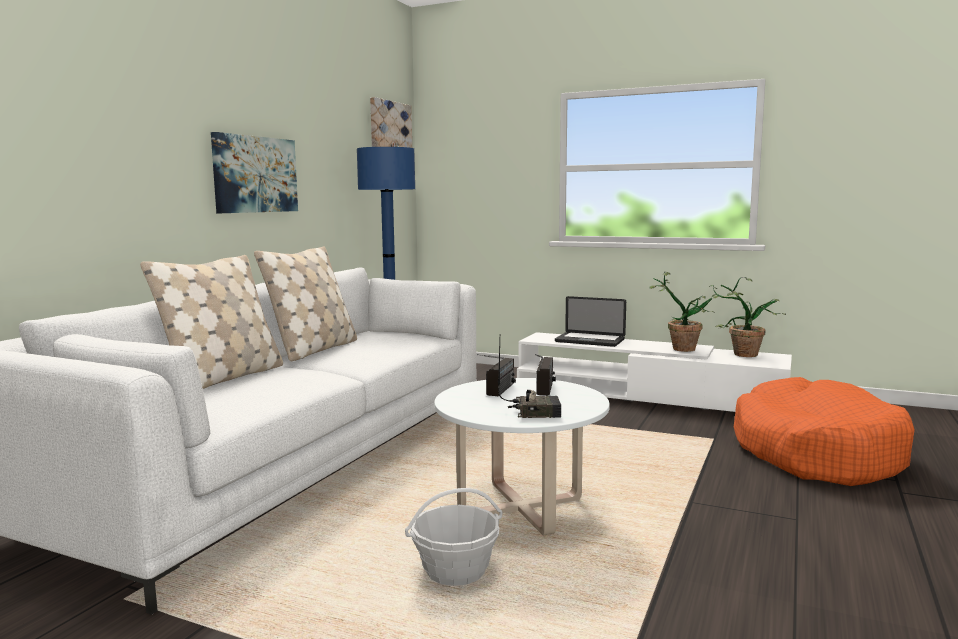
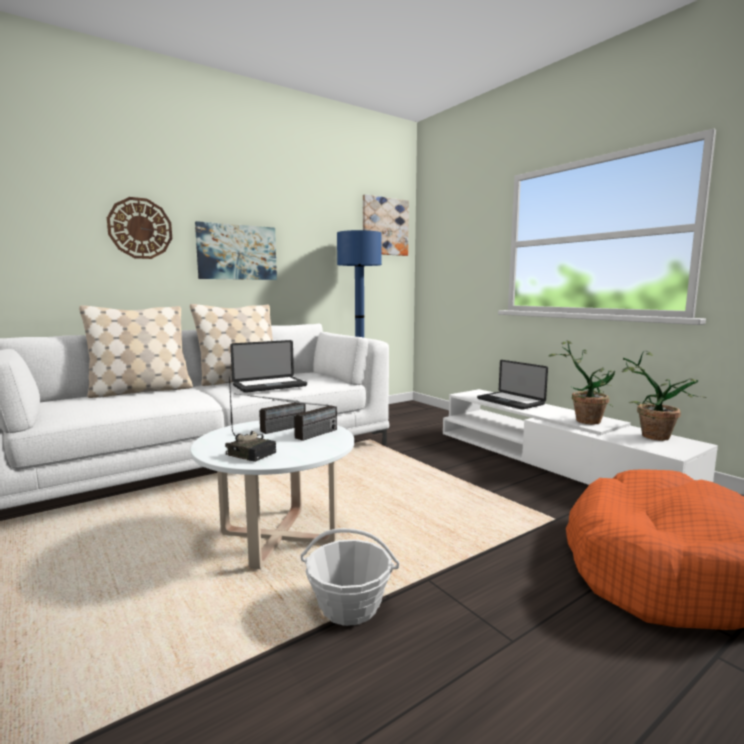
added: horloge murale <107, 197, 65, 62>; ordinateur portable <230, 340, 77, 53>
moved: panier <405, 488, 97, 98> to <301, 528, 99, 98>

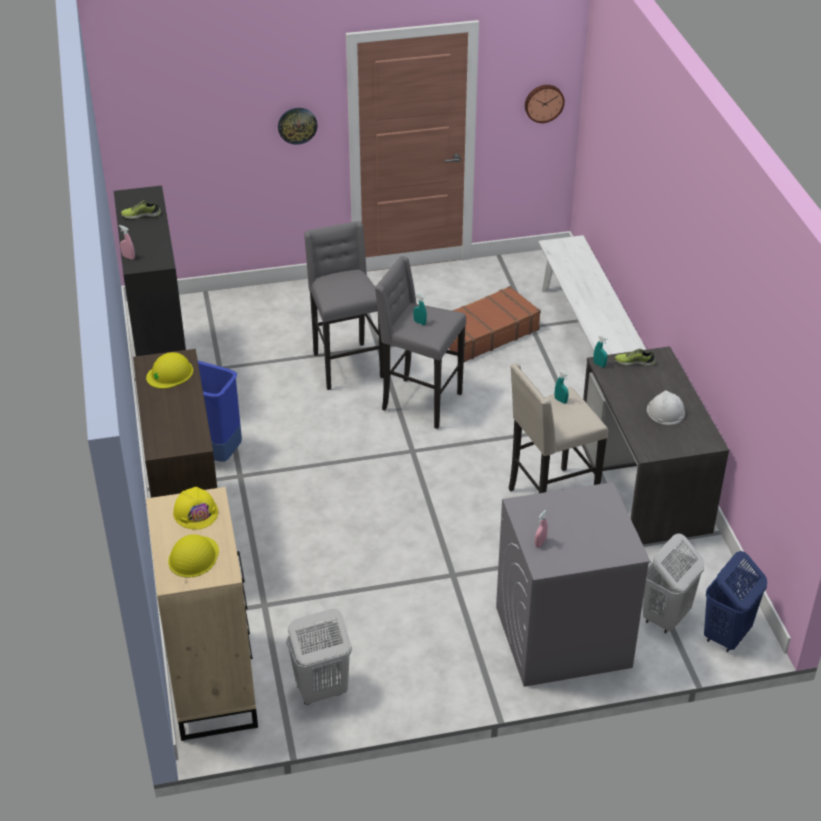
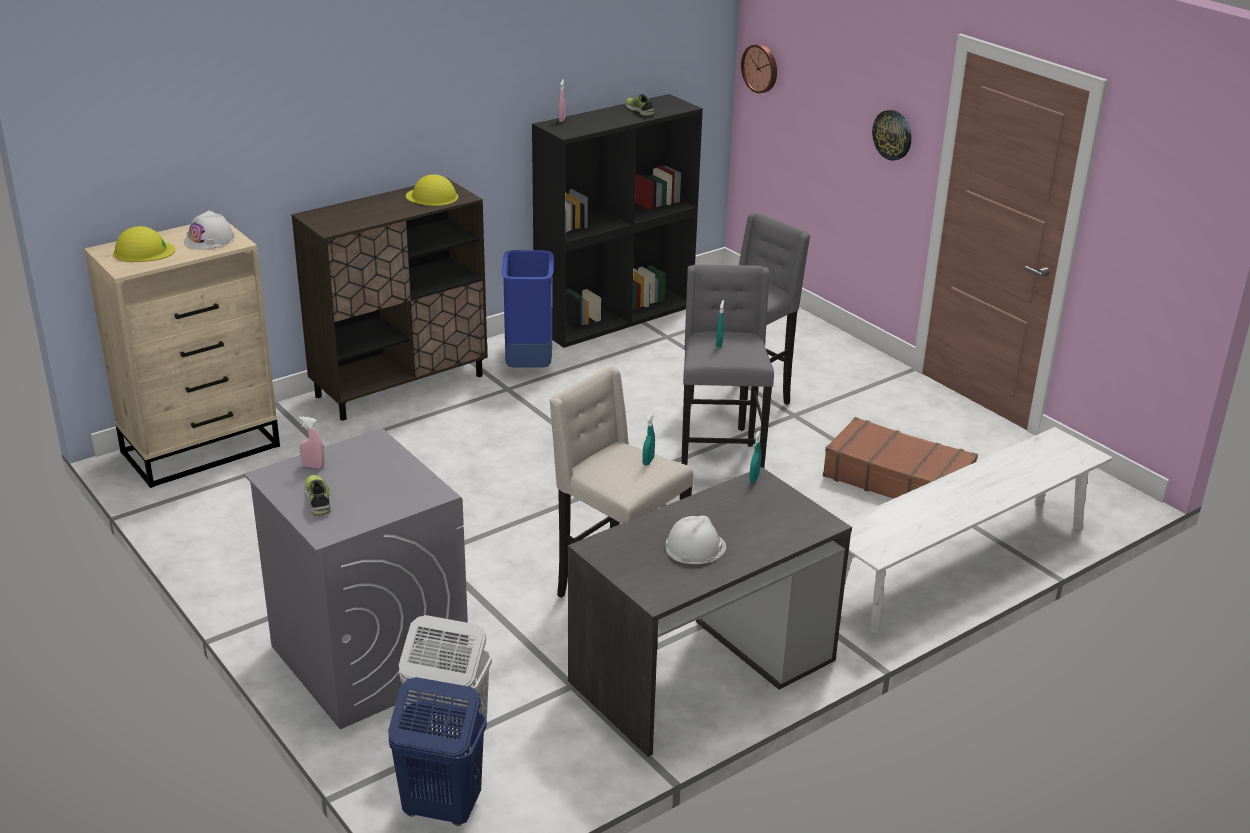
removed: panier à linge (blanc) <286, 609, 66, 96>
moved: horloge murale <525, 85, 40, 38> to <741, 44, 36, 49>; chaussure <615, 349, 40, 17> to <305, 475, 26, 41>
recoloured: casque de chantier (jaune) <173, 487, 45, 43> to casque de chantier (blanc) <184, 210, 51, 40>

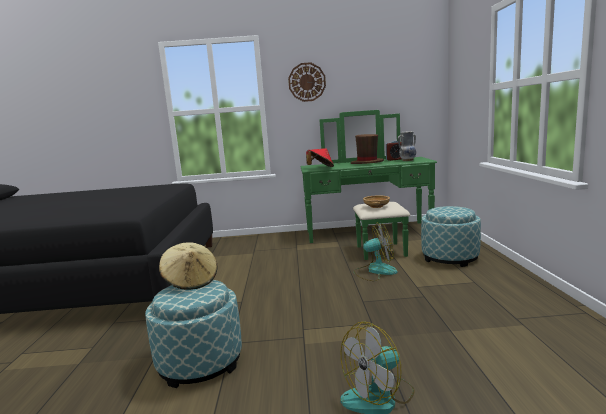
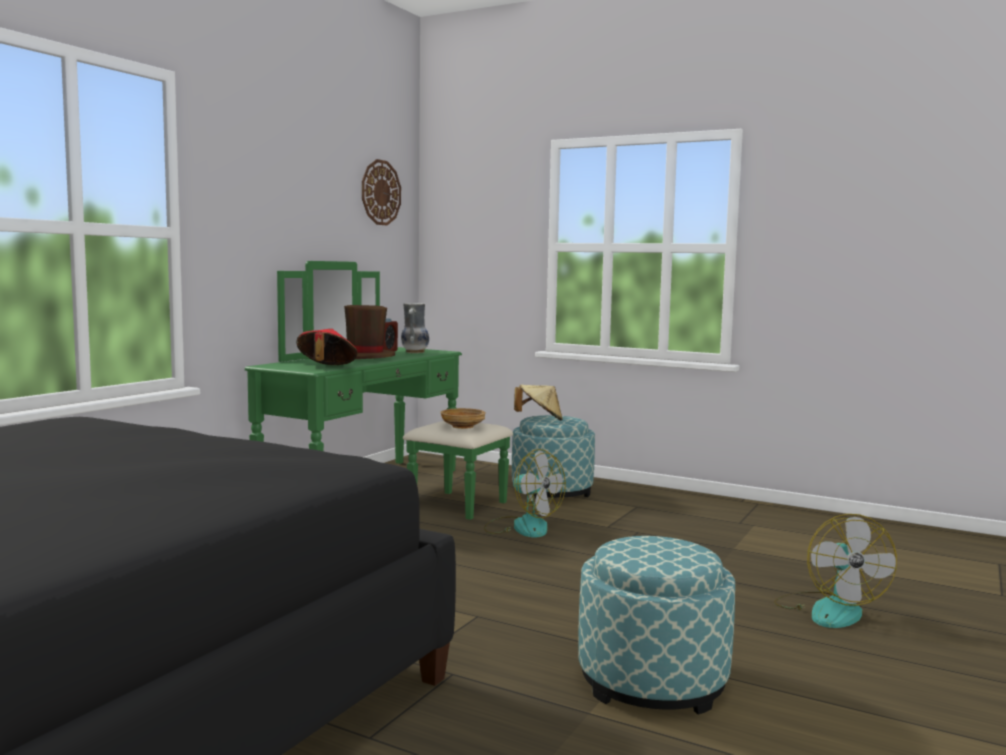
moved: chapeau (beige) <159, 242, 59, 48> to <514, 385, 49, 35>; horloge murale <288, 62, 38, 40> to <362, 159, 39, 66>
turned: ventilateur <354, 223, 44, 58> = <484, 449, 82, 89> 105 degrees clockwise

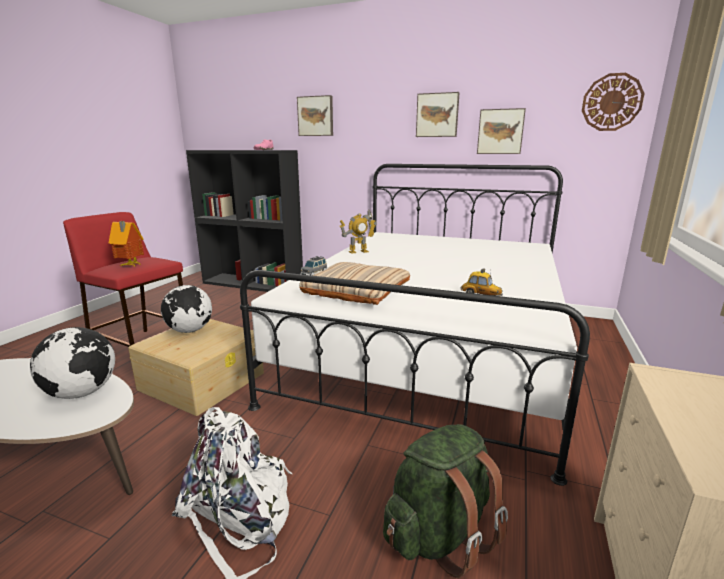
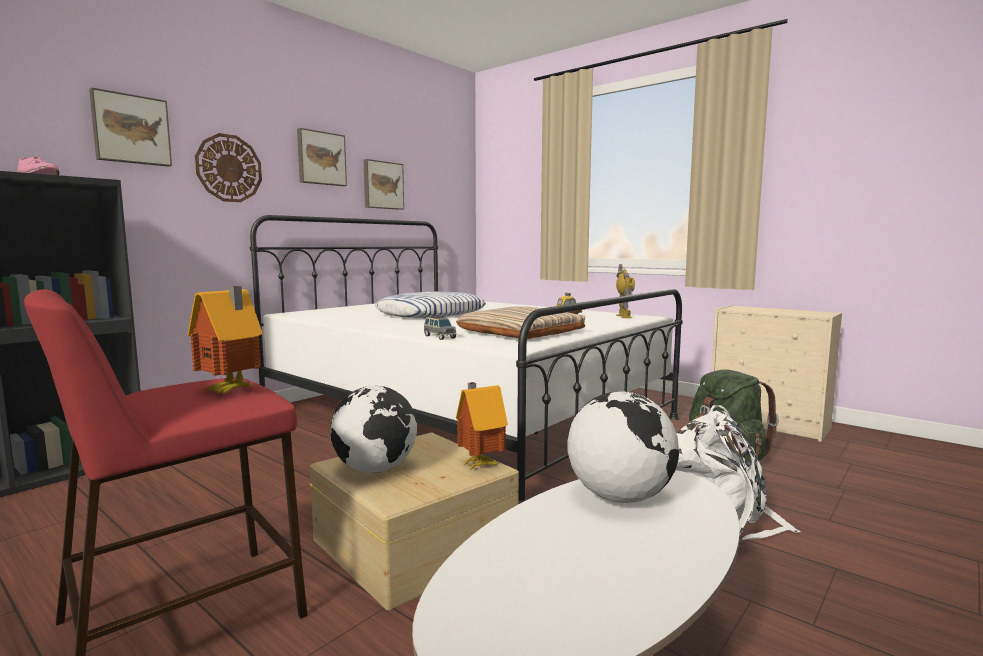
added: coussin <375, 292, 111, 26>; maison miniature <456, 382, 52, 87>
moved: robot jouet <340, 210, 37, 44> to <616, 264, 19, 54>; horloge murale <582, 73, 63, 58> to <195, 133, 67, 69>

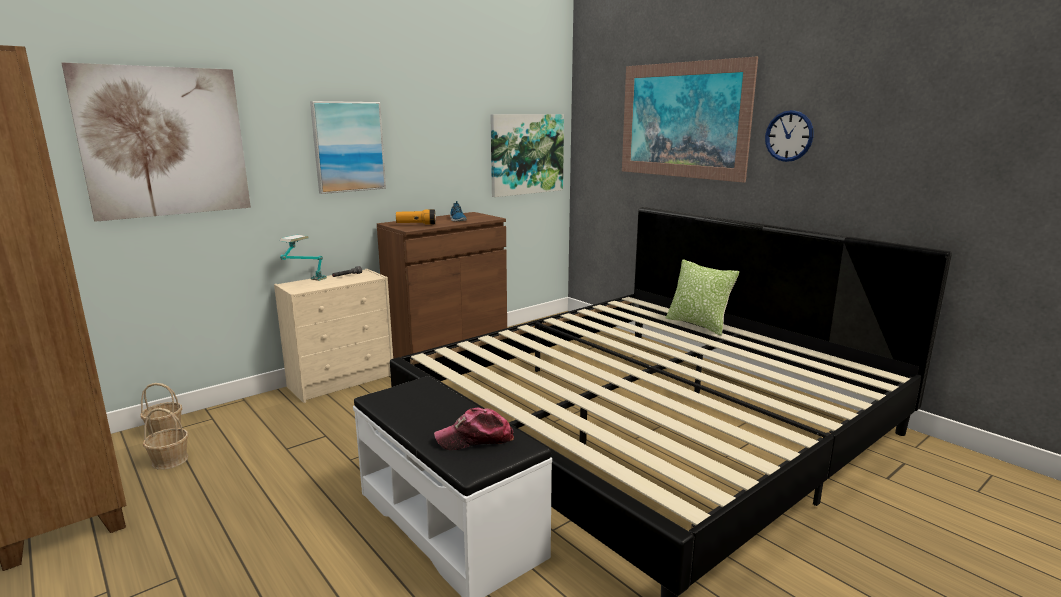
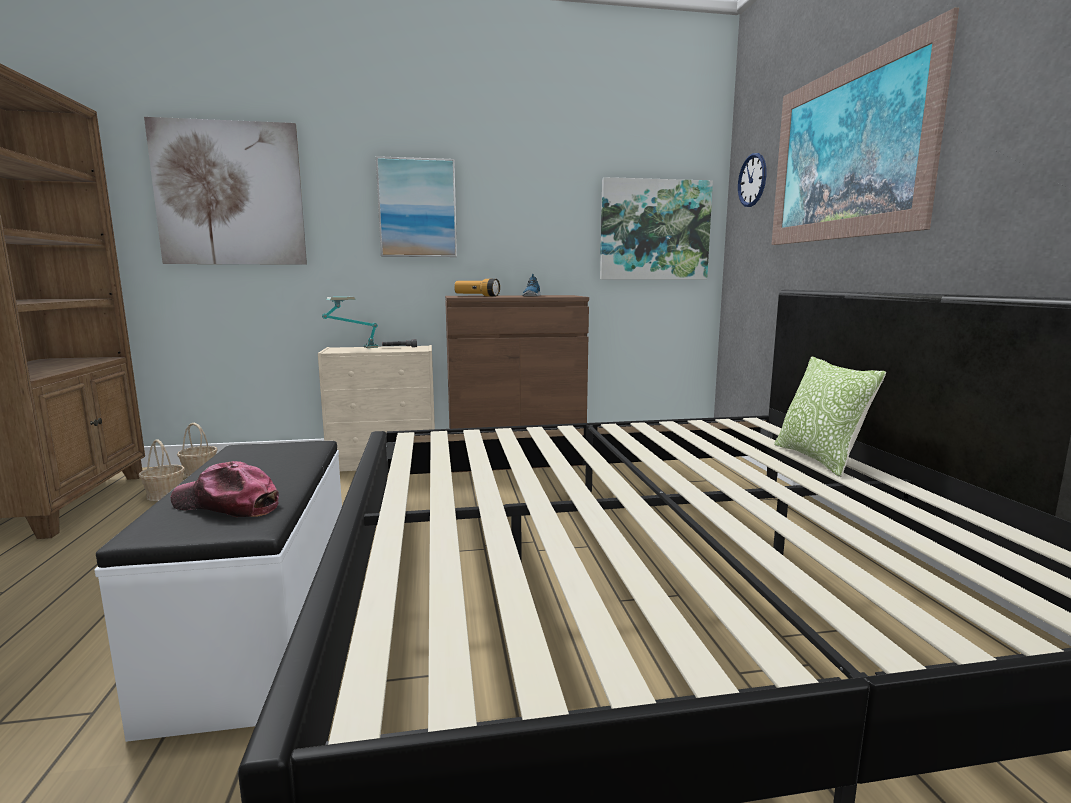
moved: horloge murale <765, 110, 49, 52> to <738, 153, 28, 54>

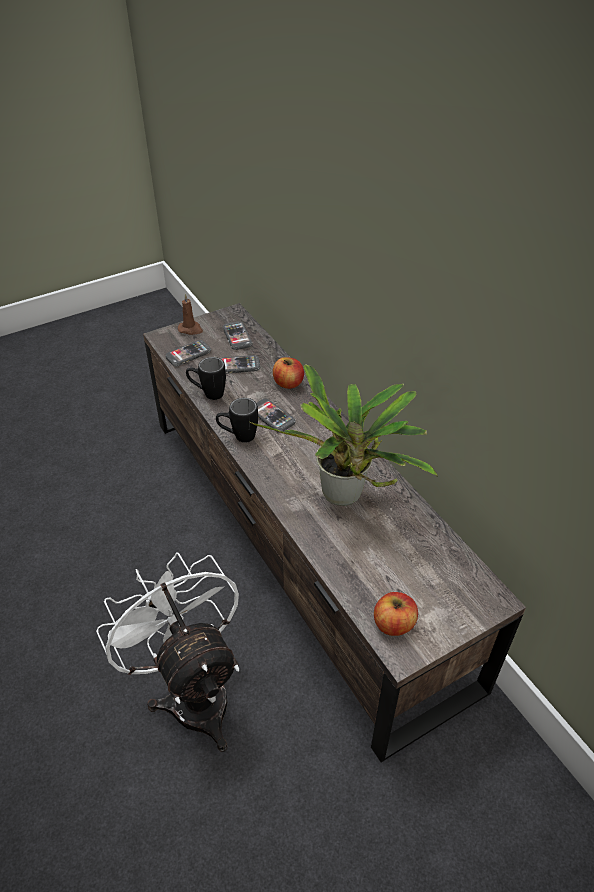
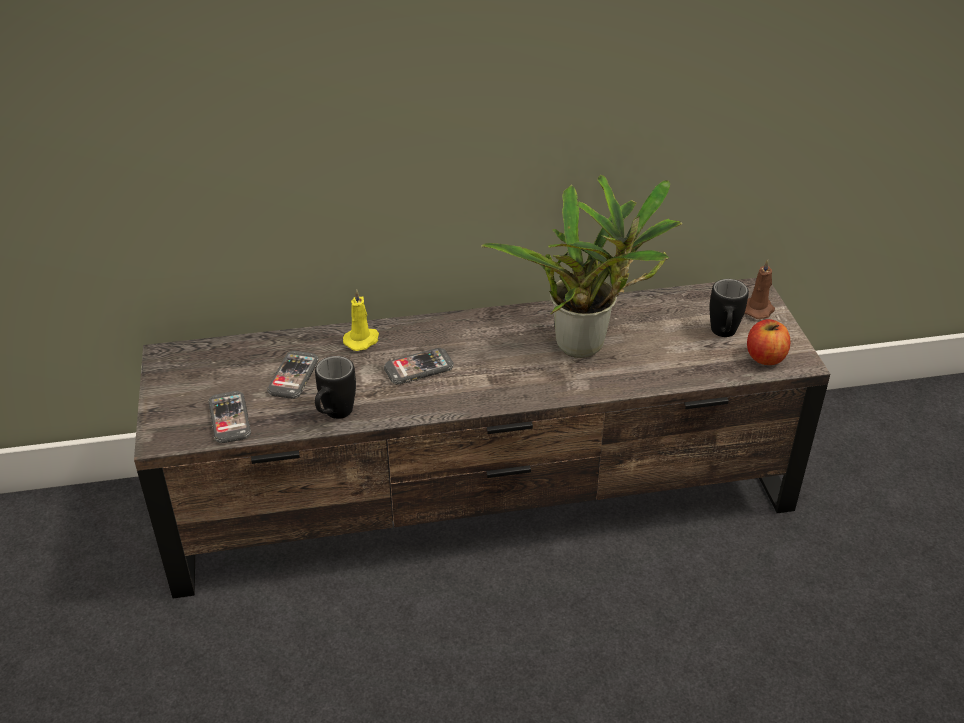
removed: ventilateur (blanc) <96, 552, 143, 200>; téléphone <223, 321, 30, 29>
moved: bougie (marron) <178, 293, 25, 42> to <744, 259, 31, 60>; mug (noir) <216, 398, 42, 45> to <709, 279, 40, 58>
replaced: pomme <273, 357, 31, 32> to bougie (jaune) <343, 289, 36, 62>

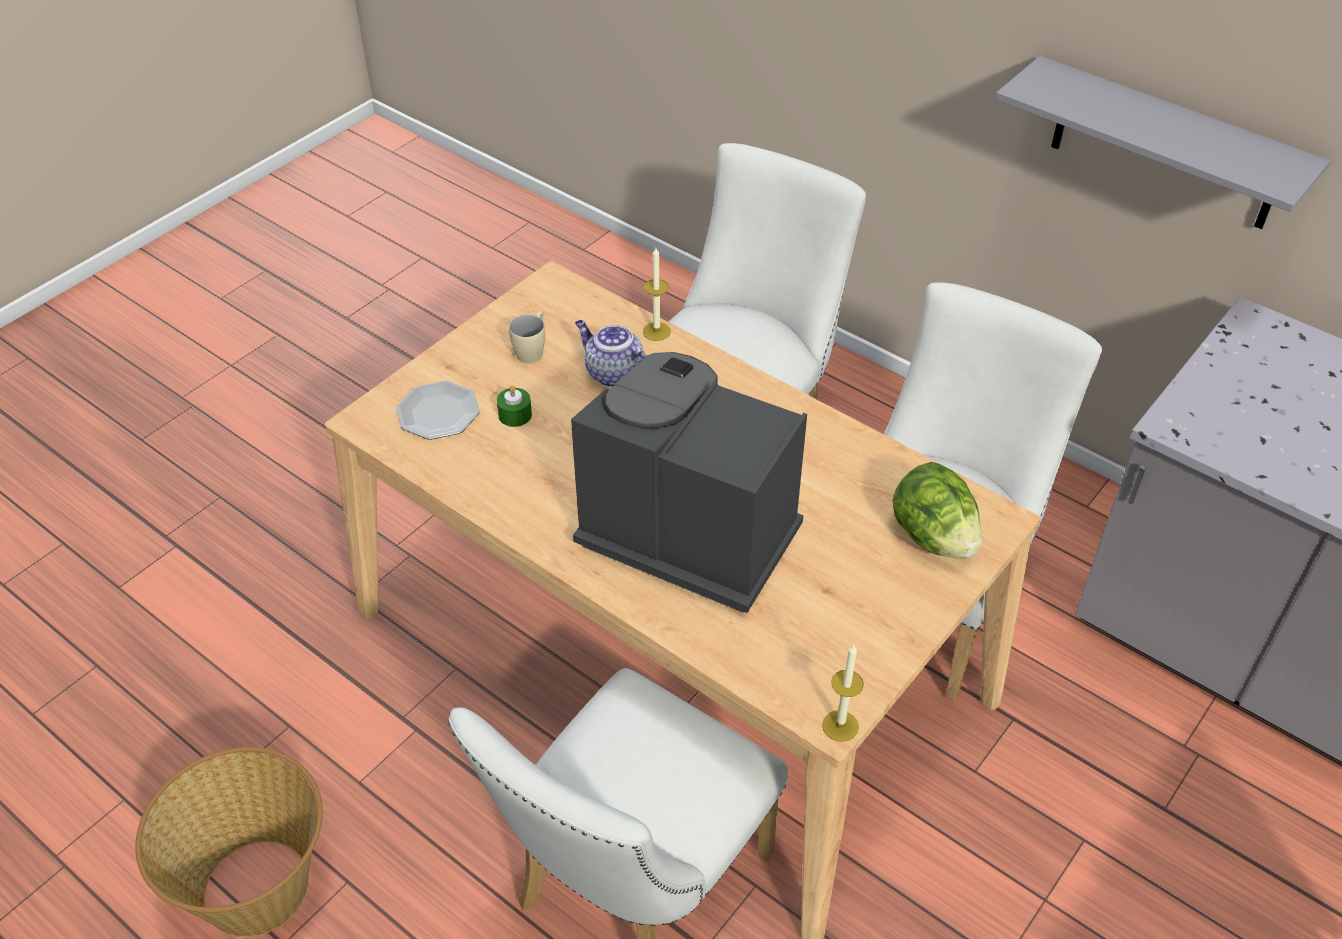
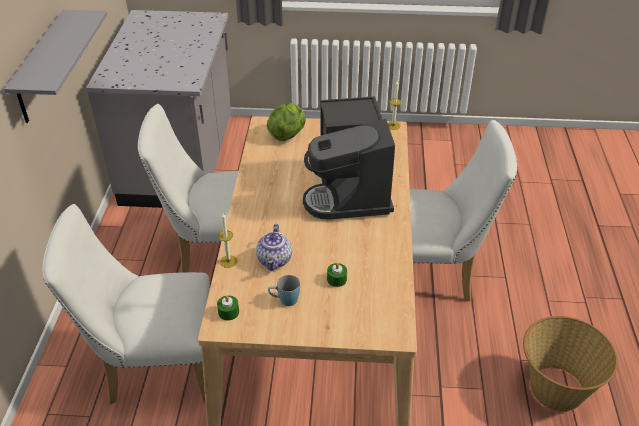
removed: assiette <396, 381, 84, 59>
added: bougie (vert) <217, 295, 22, 26>
recoloured: mug (beige) <509, 312, 36, 52> to mug (bleu) <268, 275, 32, 31>

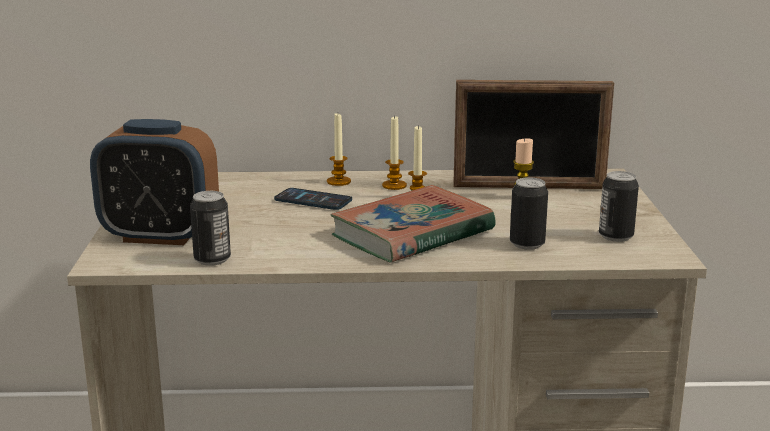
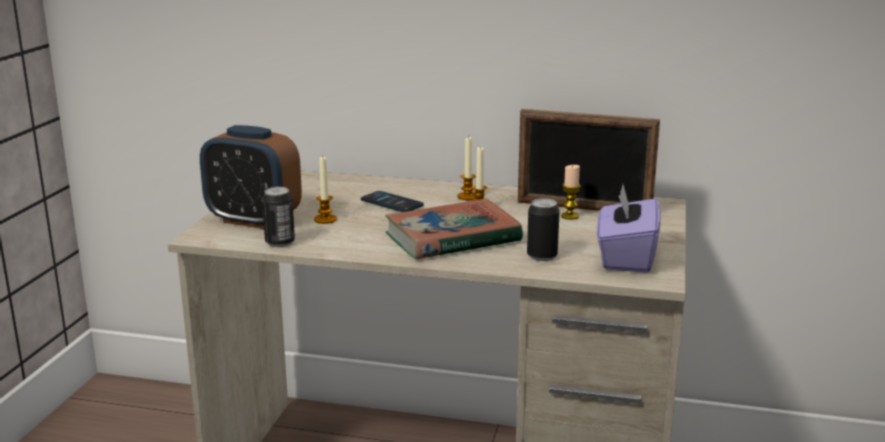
moved: bougie <327, 113, 24, 73> to <314, 156, 23, 68>
replaced: boîte métallique <599, 171, 40, 71> to boîte à mouchoirs (violet) <597, 185, 64, 88>

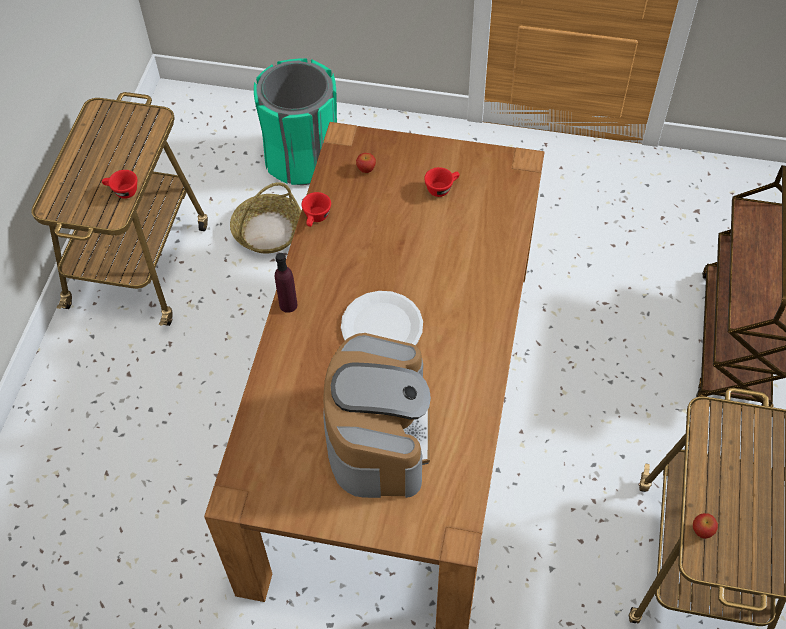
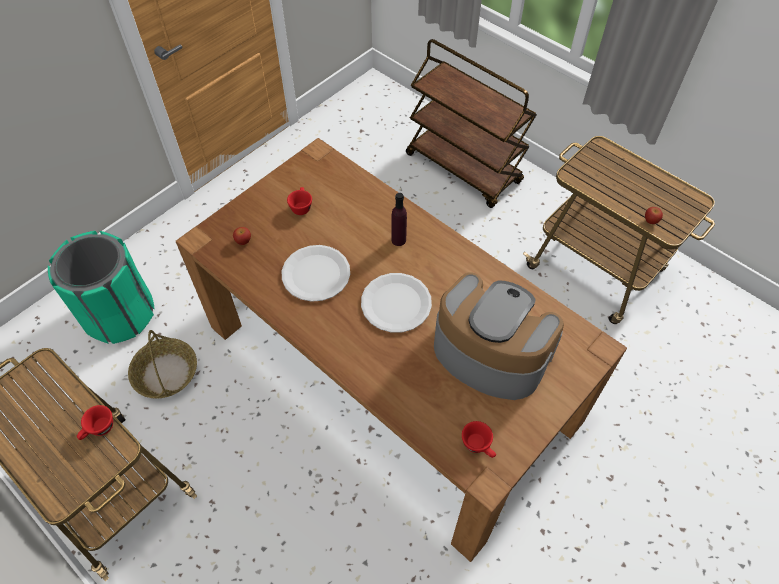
added: assiette (blanc) <282, 245, 68, 57>
moved: bouteille (violet) <275, 253, 23, 60> to <391, 193, 16, 53>; tasse (rouge) <302, 192, 29, 35> to <462, 421, 34, 37>

